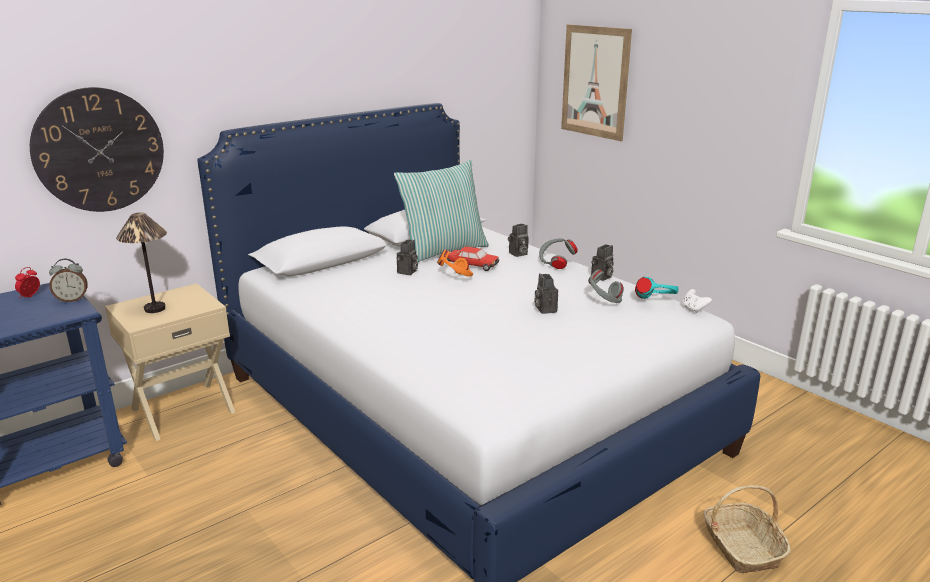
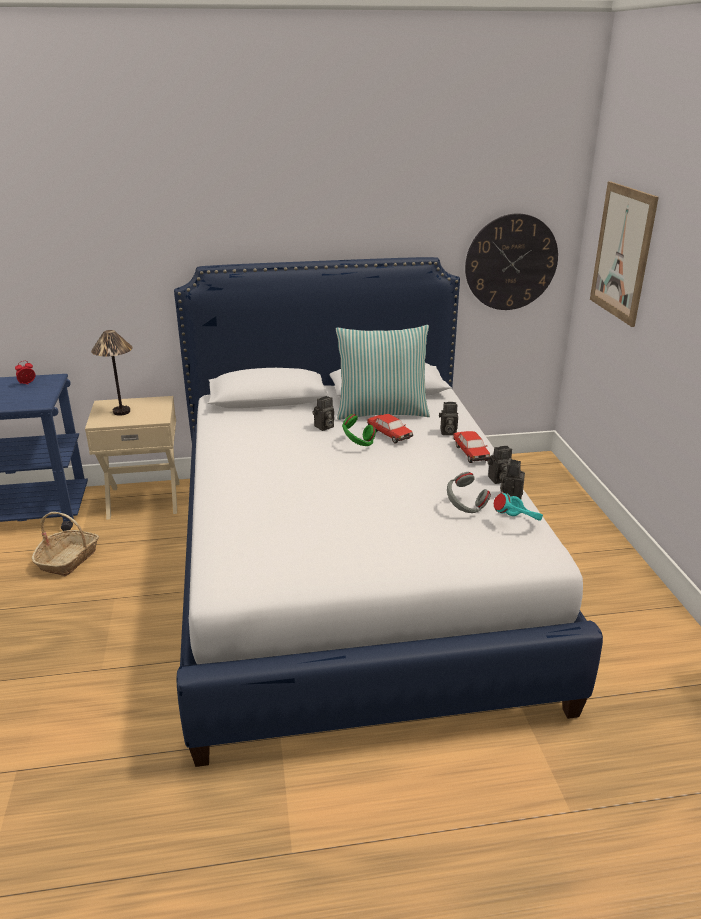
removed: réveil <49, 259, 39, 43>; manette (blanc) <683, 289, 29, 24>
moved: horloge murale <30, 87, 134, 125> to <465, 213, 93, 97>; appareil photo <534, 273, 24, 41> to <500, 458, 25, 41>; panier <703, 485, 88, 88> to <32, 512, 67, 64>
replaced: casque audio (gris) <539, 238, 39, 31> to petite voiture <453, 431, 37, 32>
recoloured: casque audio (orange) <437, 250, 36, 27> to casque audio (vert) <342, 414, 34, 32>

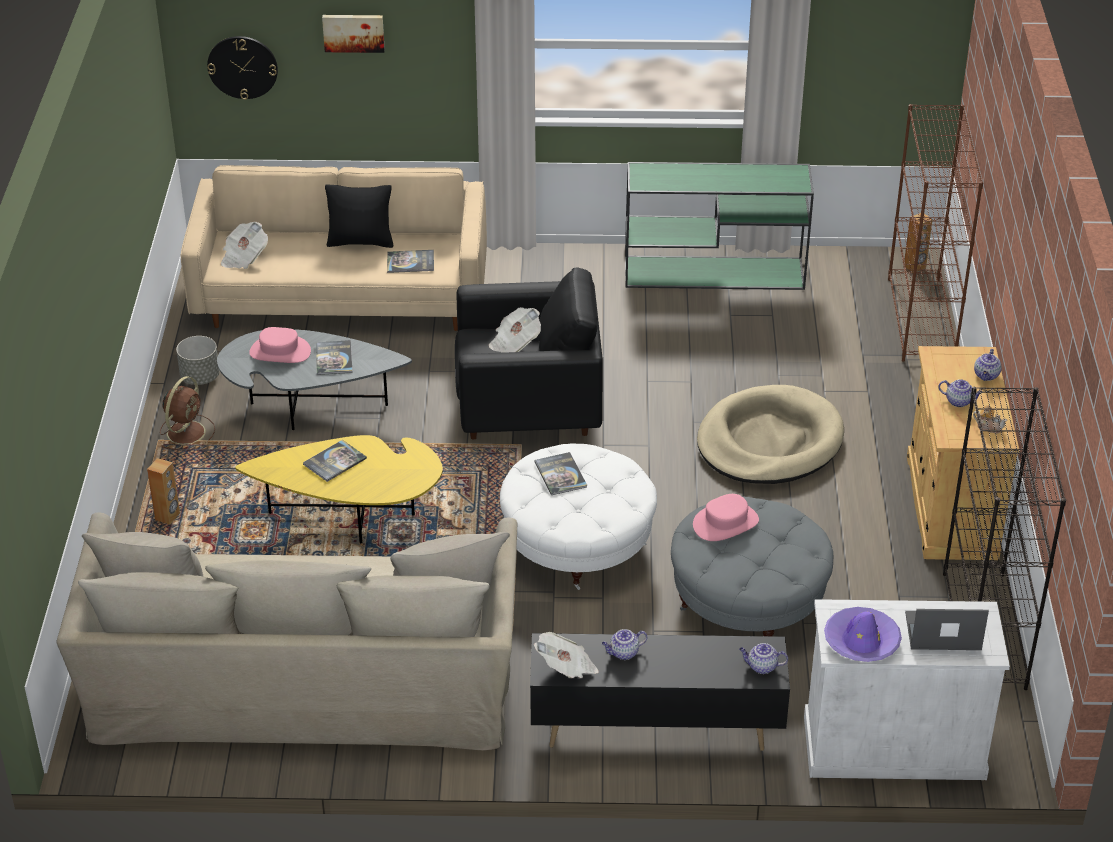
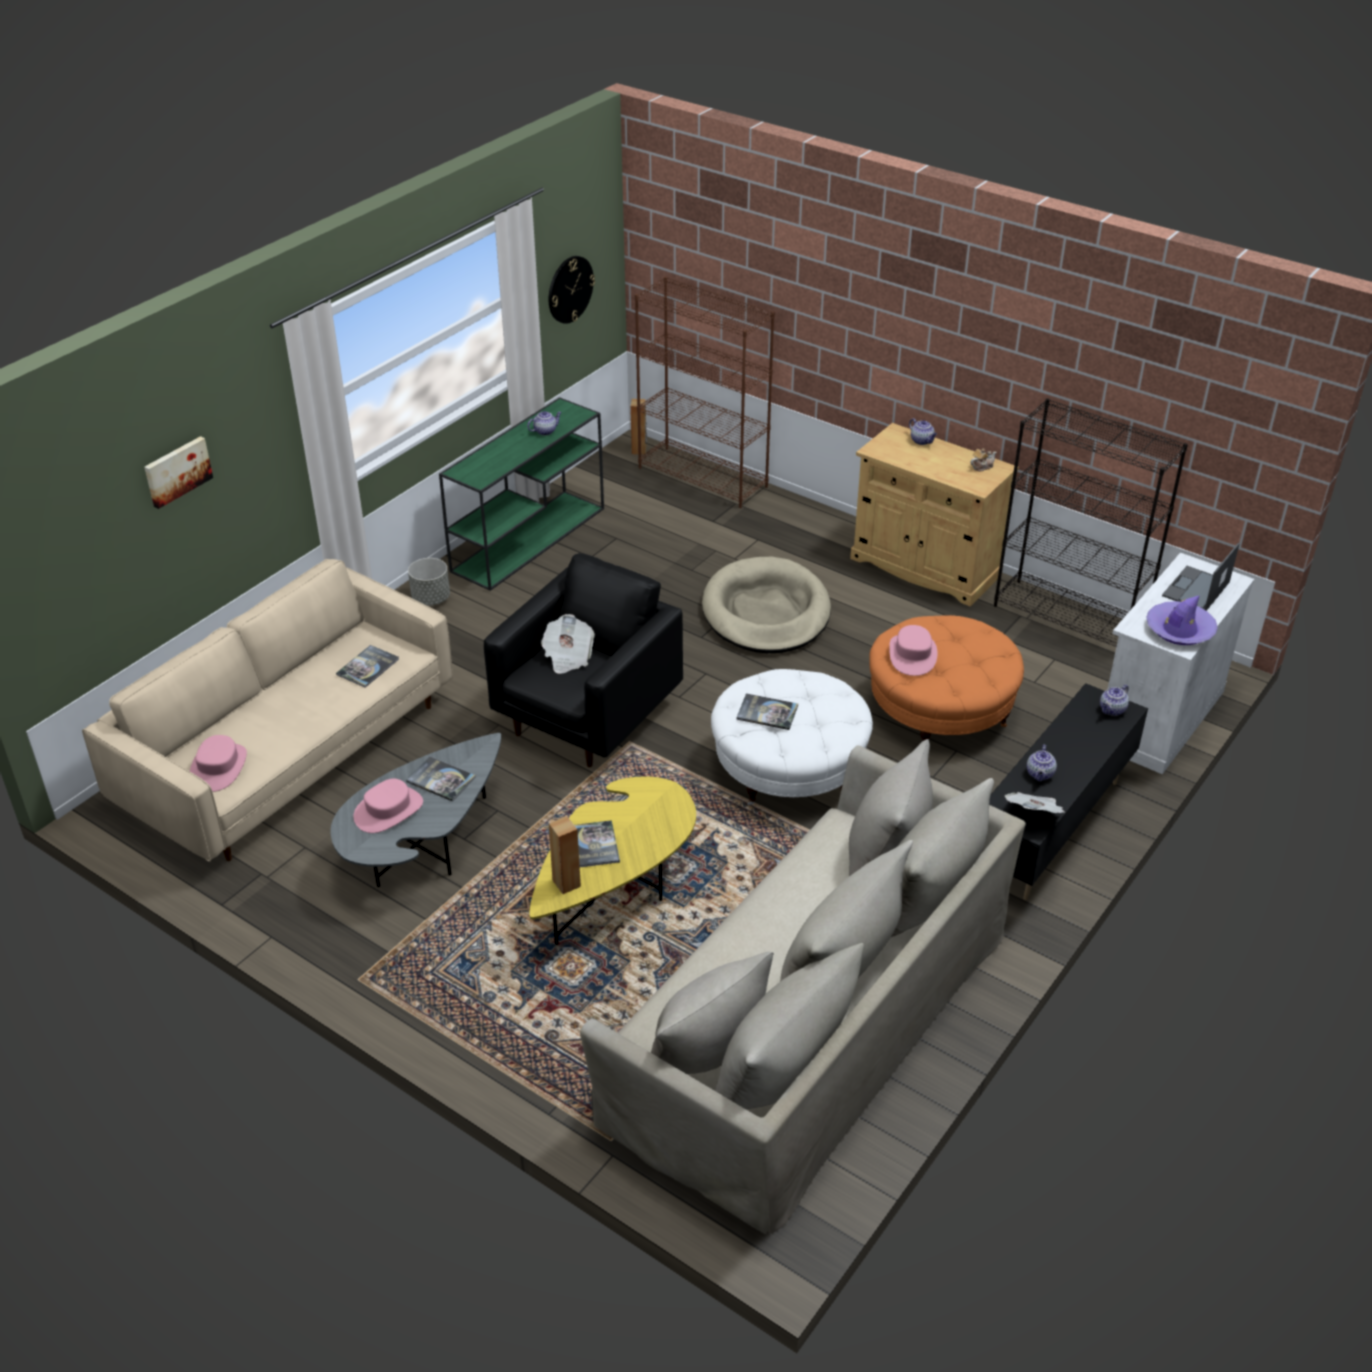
removed: ventilateur (marron) <160, 376, 55, 74>; coussin (noir) <325, 184, 69, 64>
moved: enceinte (marron) <147, 458, 33, 67> to <549, 816, 32, 78>; cache-pot (gris) <176, 336, 44, 49> to <408, 558, 42, 47>; horloge murale <207, 36, 71, 64> to <549, 256, 46, 68>; théière <939, 379, 44, 28> to <527, 411, 35, 24>
replaced: journal <221, 222, 47, 47> to chapeau (rose) <190, 735, 57, 57>
recoloured: pouf (gris) <671, 497, 162, 139> to pouf (orange) <869, 615, 155, 126>

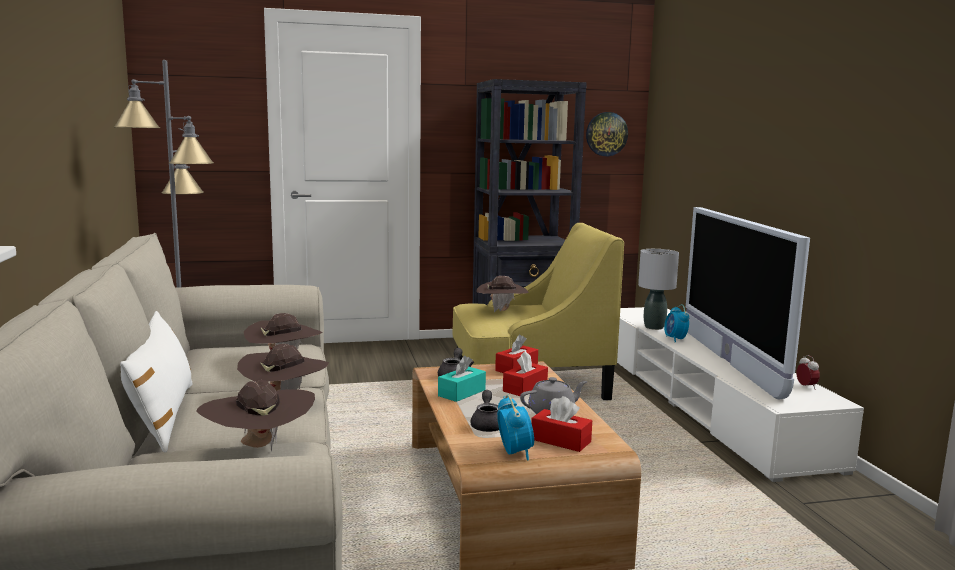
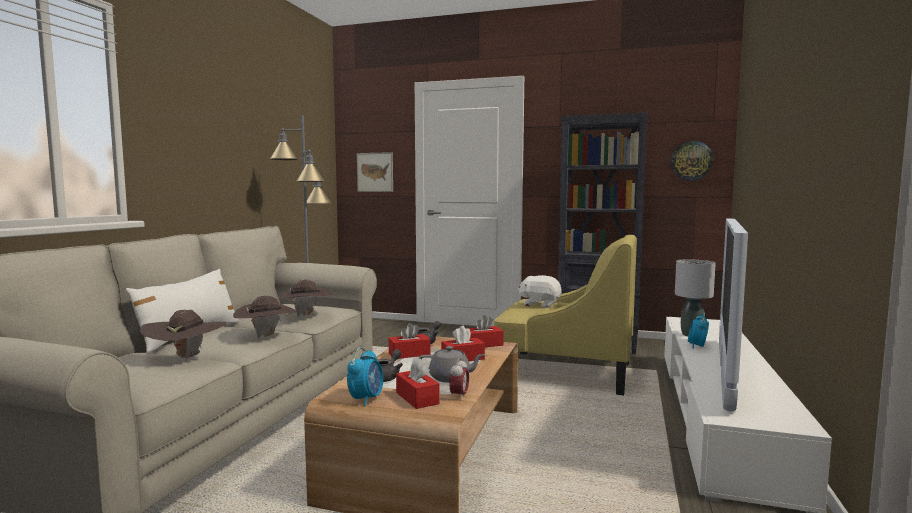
added: tableau <357, 152, 36, 40>
moved: réveil <797, 355, 23, 35> to <449, 357, 20, 43>
replaced: chapeau (marron) <476, 276, 53, 36> to peluche (blanc) <518, 275, 44, 33>
recoloured: boîte à mouchoirs (turquoise) <438, 356, 48, 46> to boîte à mouchoirs (rouge) <389, 323, 42, 36>

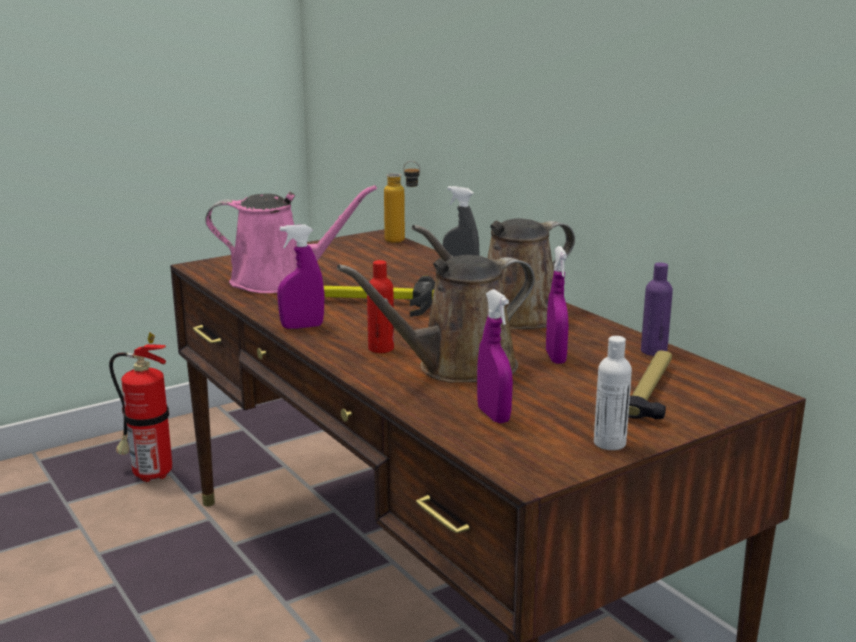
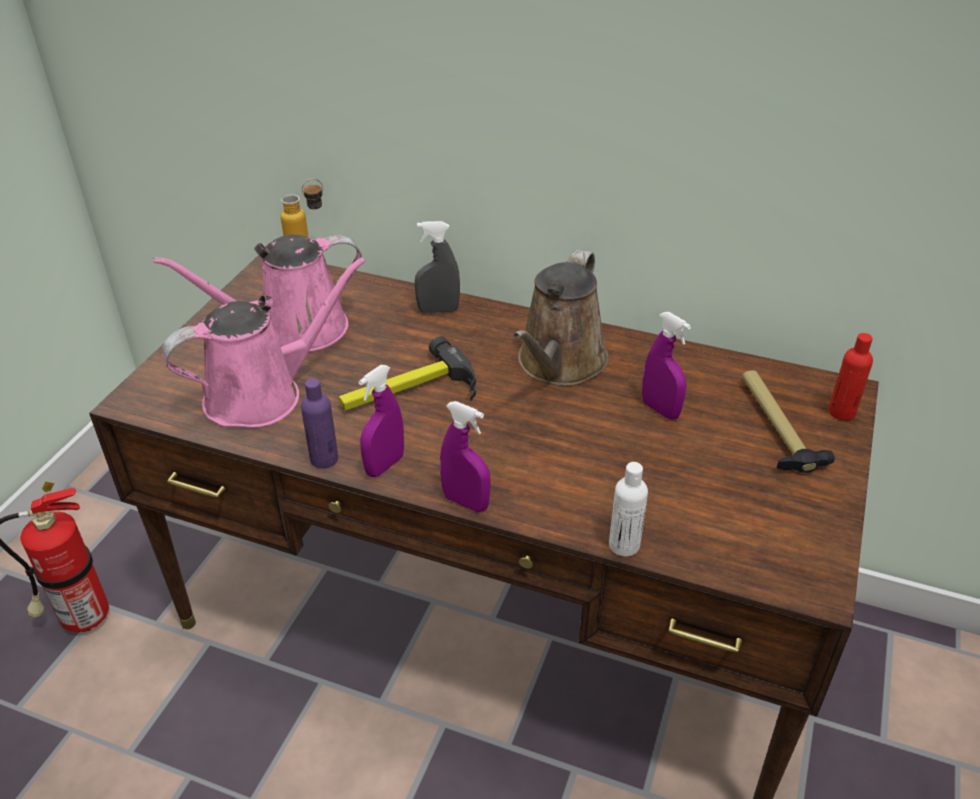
removed: arrosoir (marron) <337, 255, 198, 128>
added: arrosoir (rose) <153, 235, 209, 117>
moved: bouteille (rouge) <367, 260, 27, 93> to <828, 333, 45, 87>; vaporisateur (violet) <477, 289, 36, 134> to <440, 401, 51, 111>; bouteille (blanc) <594, 336, 38, 114> to <609, 462, 39, 95>; bouteille (violet) <641, 262, 32, 94> to <301, 378, 37, 91>

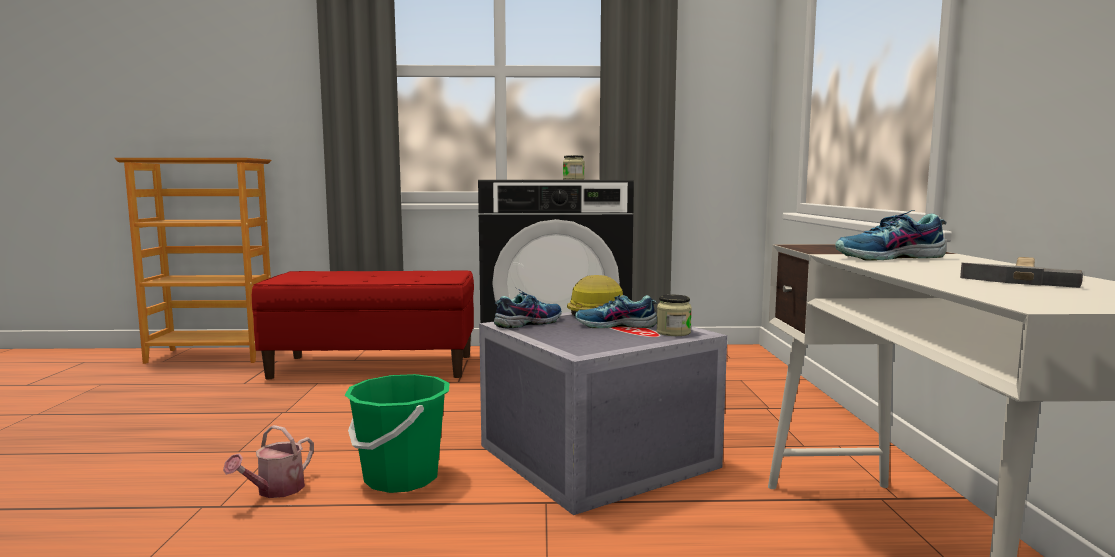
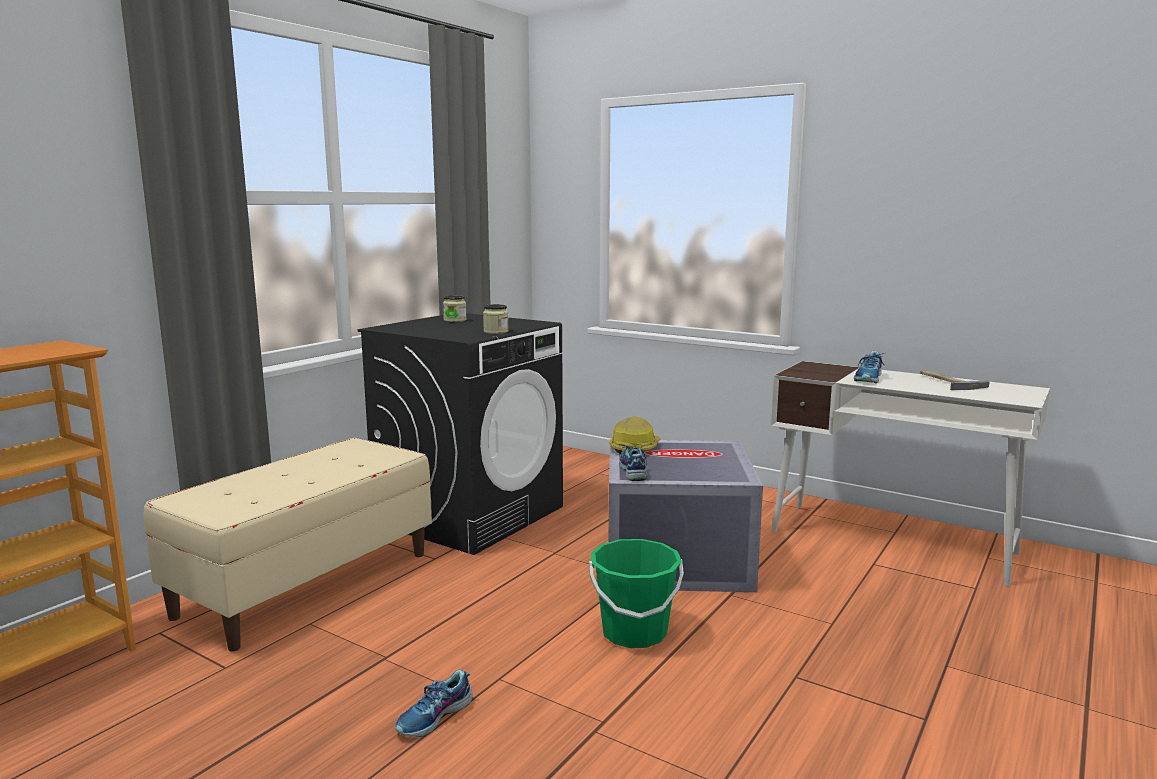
removed: arrosoir <223, 425, 91, 73>
moved: chaussure <575, 295, 82, 33> to <395, 670, 78, 67>; bocal <657, 295, 35, 41> to <483, 304, 26, 30>
recoloured: banc (rouge) <252, 271, 222, 108> to banc (beige) <144, 438, 288, 214>

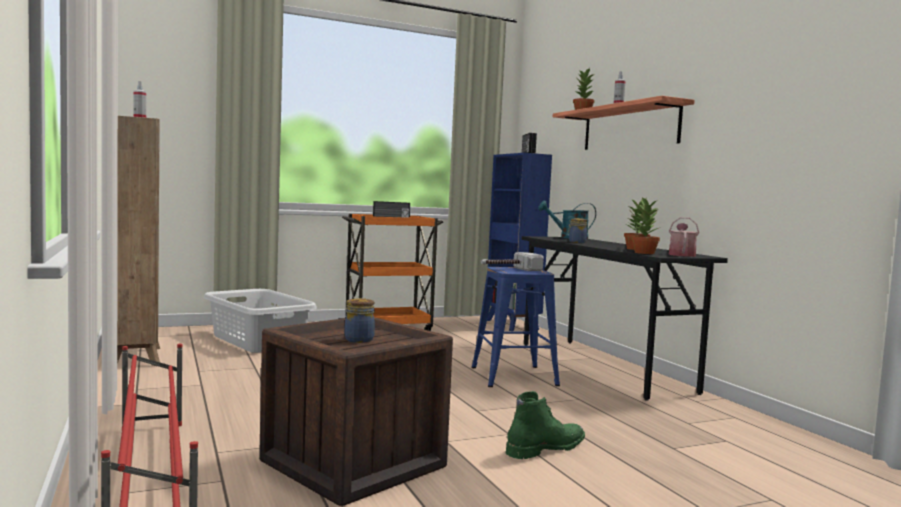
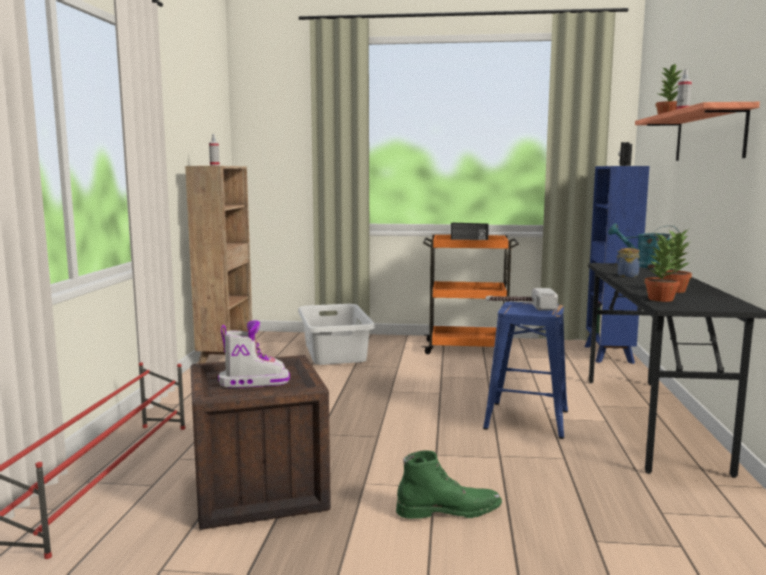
removed: arrosoir <669, 217, 30, 40>
replaced: bocal <344, 298, 31, 45> to botte <218, 320, 72, 68>

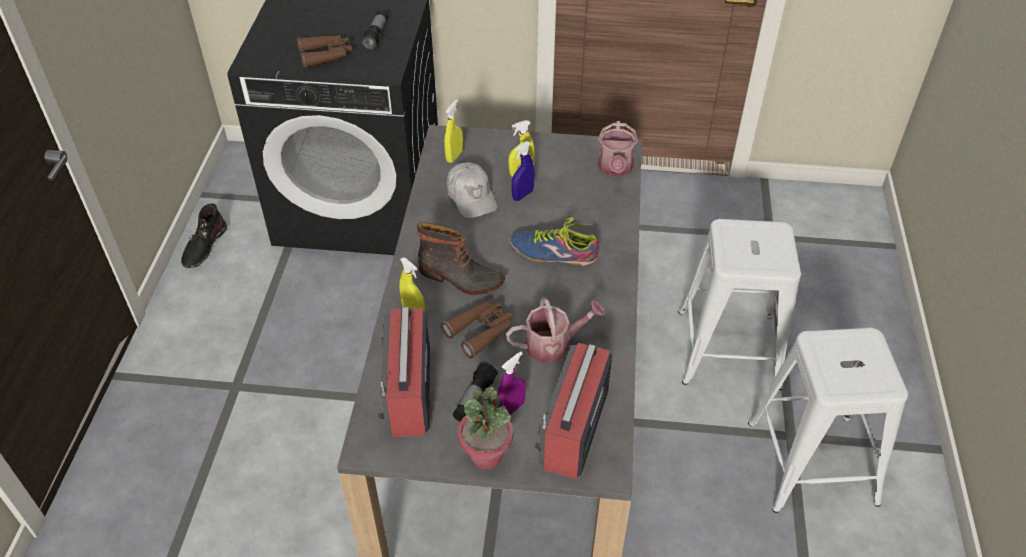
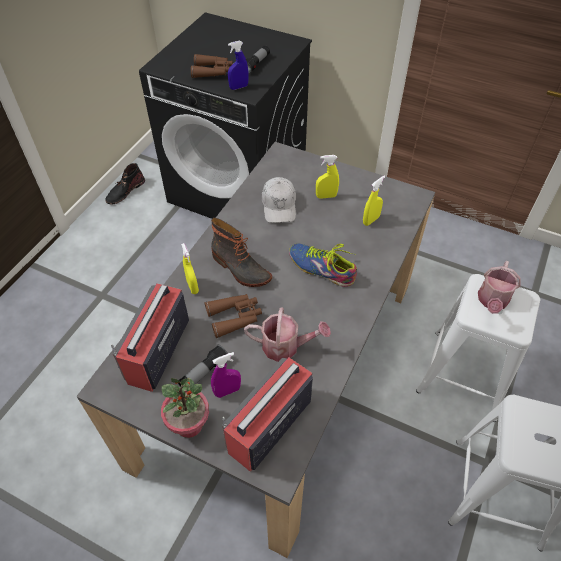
moved: vaporisateur (jaune) <444, 99, 19, 64> to <363, 176, 22, 50>; vaporisateur (bleu) <512, 141, 22, 60> to <228, 41, 20, 49>; arrosoir <597, 121, 41, 56> to <478, 261, 43, 53>

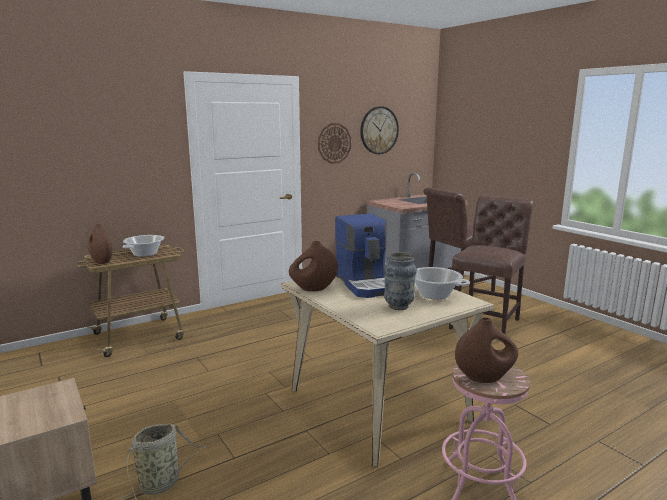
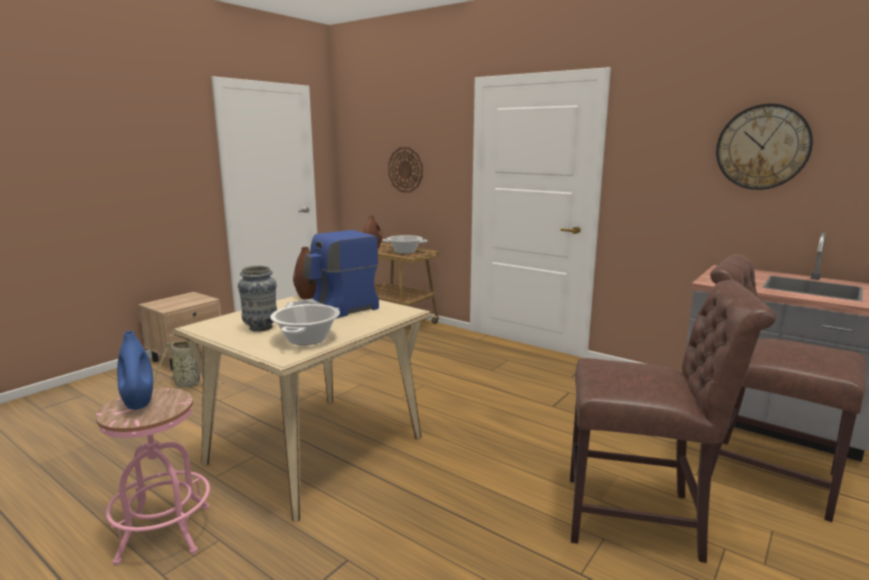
moved: horloge murale <318, 123, 33, 41> to <388, 147, 35, 46>
recoloured: vase (marron) <455, 317, 63, 66> to vase (bleu) <117, 331, 36, 79>

